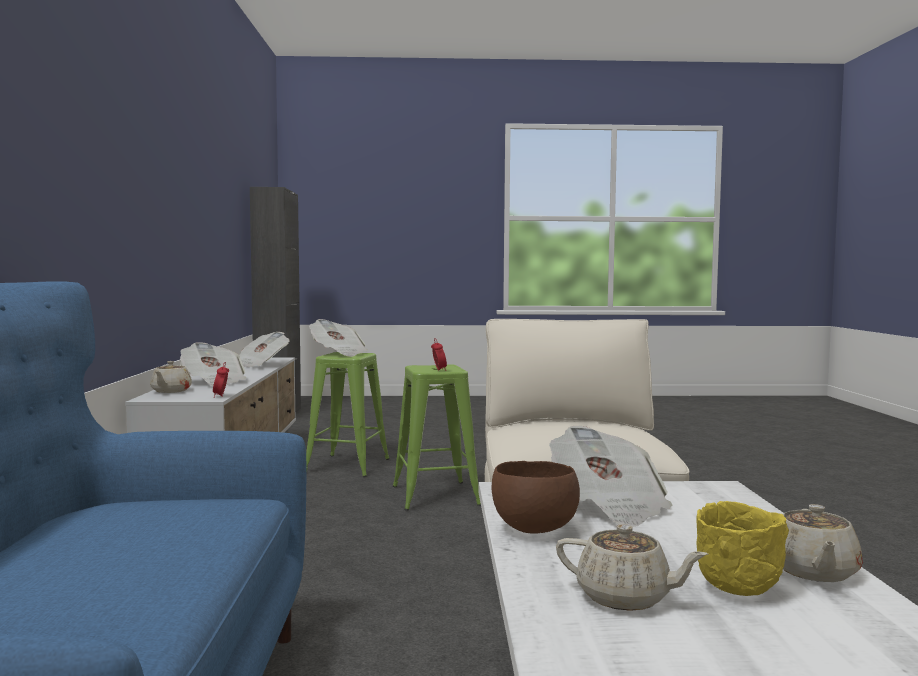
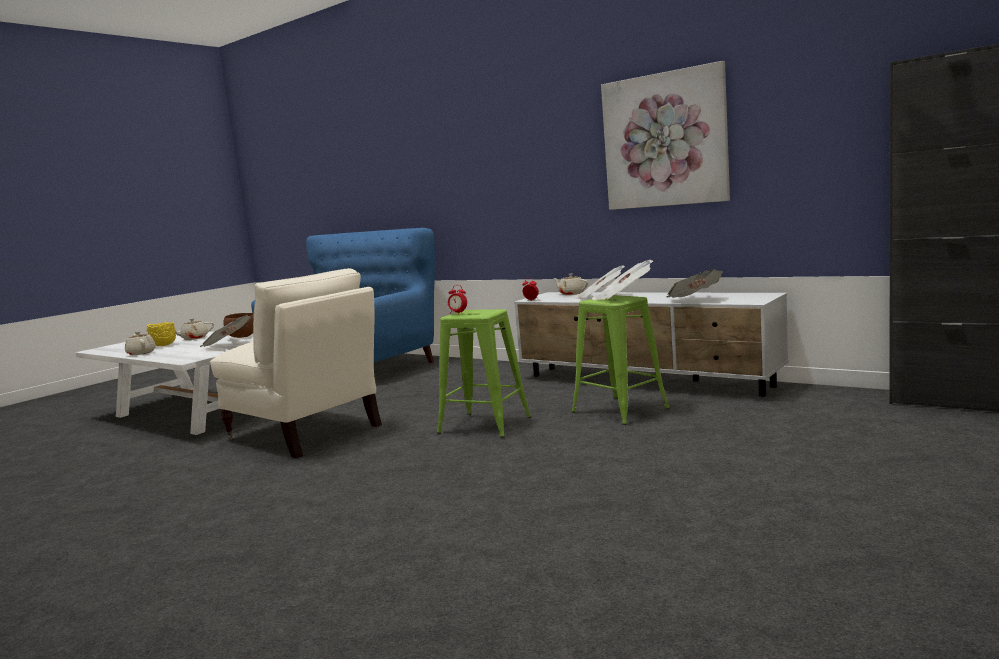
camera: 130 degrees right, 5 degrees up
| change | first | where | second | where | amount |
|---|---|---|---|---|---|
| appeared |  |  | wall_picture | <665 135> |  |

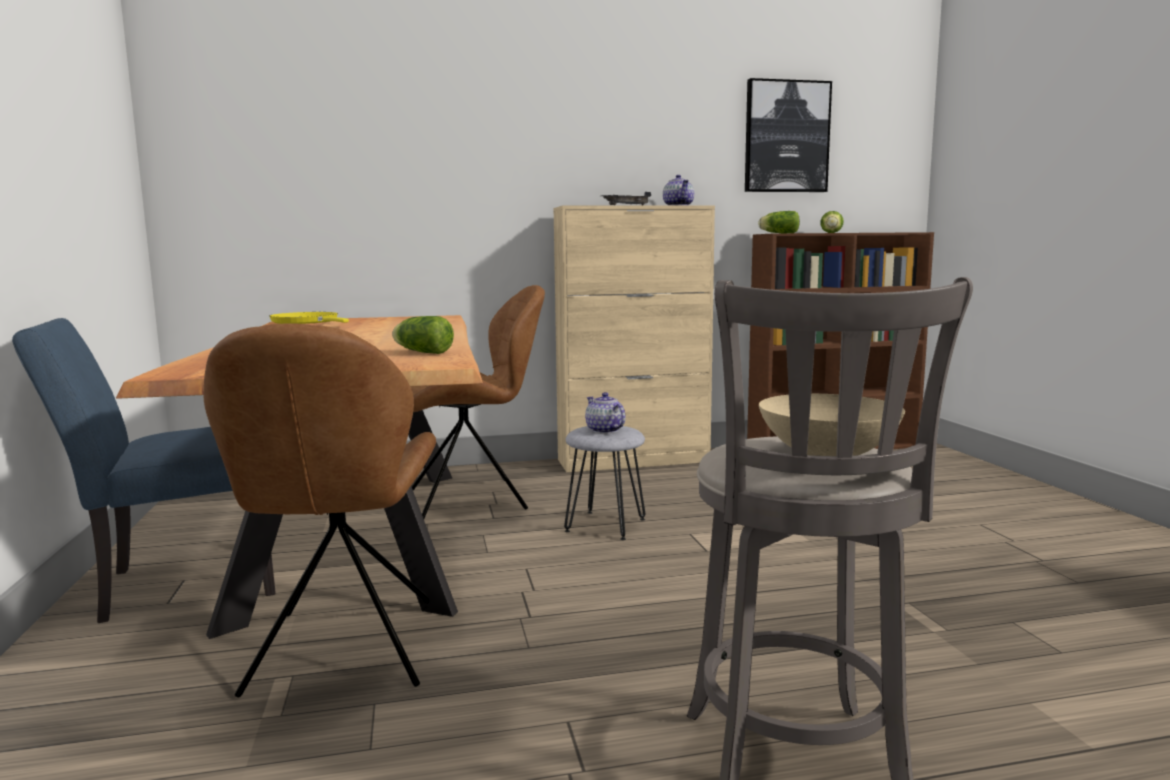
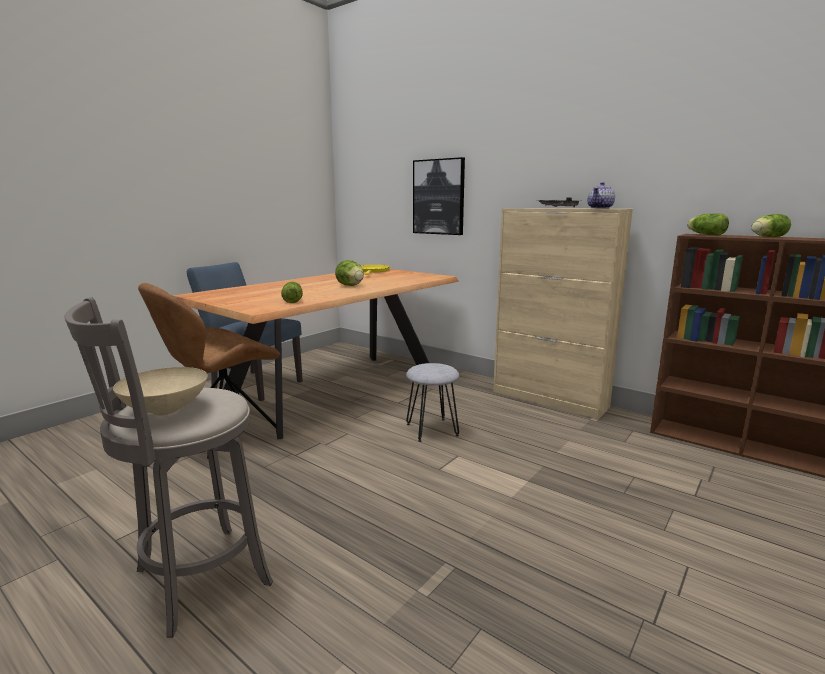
camera: 50 degrees right, 5 degrees up
| change | first | where | second | where | amount |
|---|---|---|---|---|---|
| missing | brown_plain_chair | <478 402> |  |  |  |
| missing | tea_pot | <605 413> |  |  |  |
| relocated | wall_picture | <788 135> |  | <439 196> |  |
| appeared |  |  | head_of_lettuce | <349 273> |  |

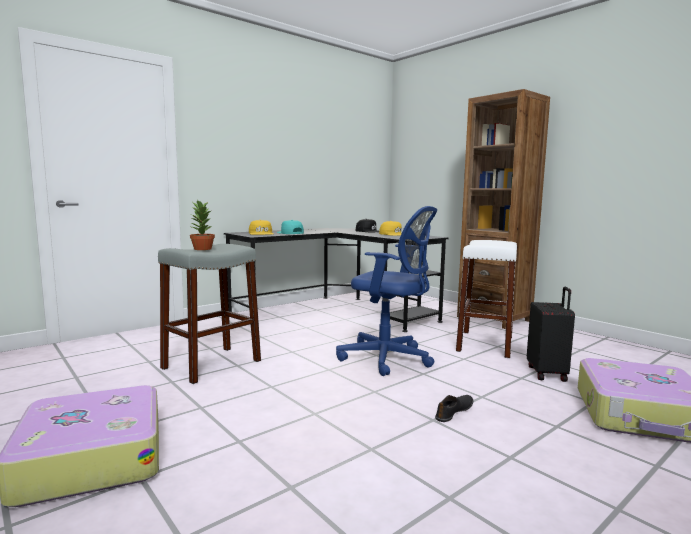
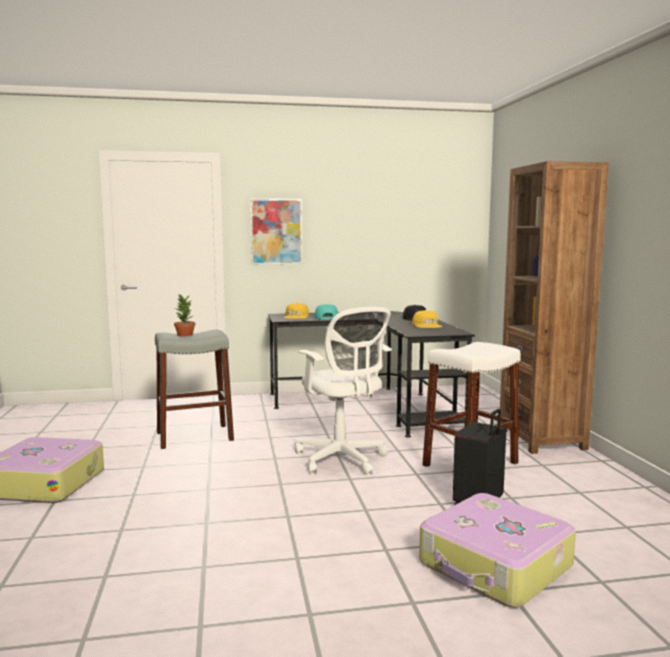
camera: 30 degrees right, 0 degrees up
| change | first | where | second | where | amount |
|---|---|---|---|---|---|
| colour | blue_desk_chair | <386 291> | white-coloured_desk_chair | <343 391> |  |
| missing | black_shoe | <454 408> |  |  |  |
| appeared |  |  | wall_picture | <276 232> |  |

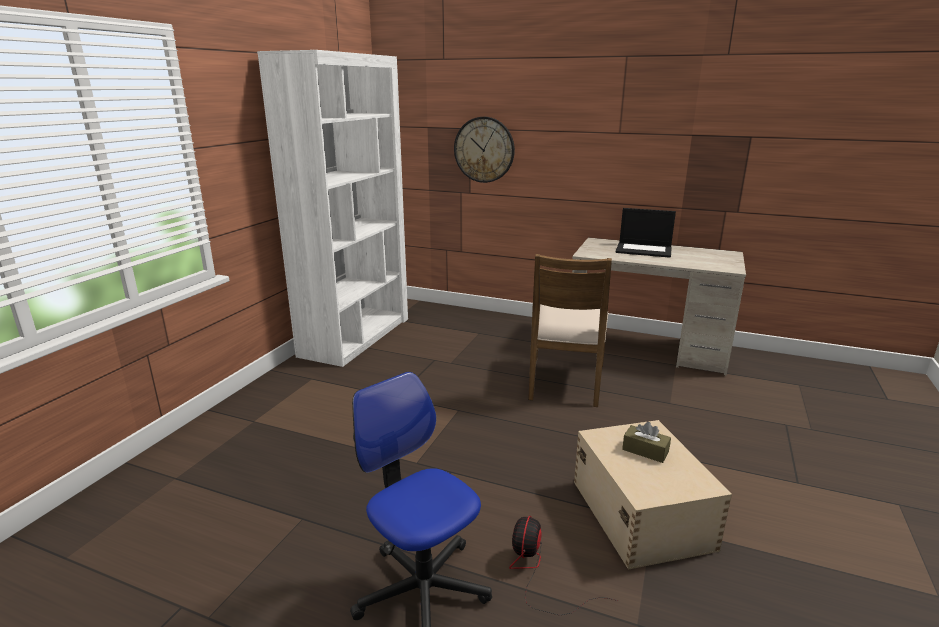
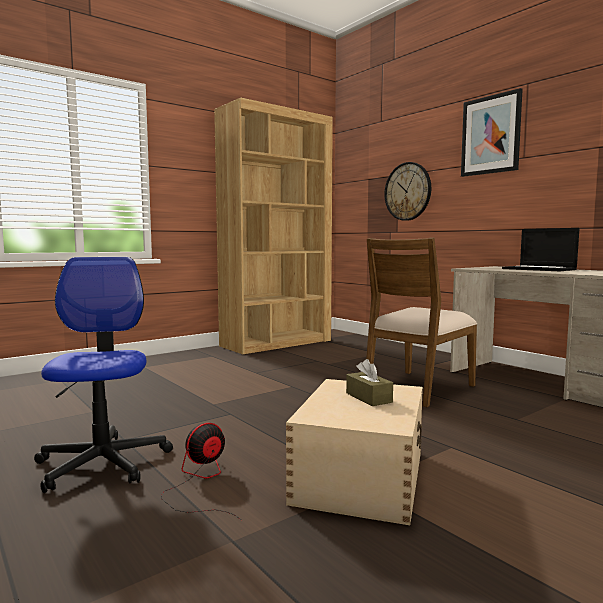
camera: 30 degrees right, 15 degrees down
| change | first | where | second | where | amount |
|---|---|---|---|---|---|
| colour | white-coloured_shelving_unit | <332 208> | brown_shelving_unit | <273 226> |  |
| appeared |  |  | wall_picture | <492 132> |  |

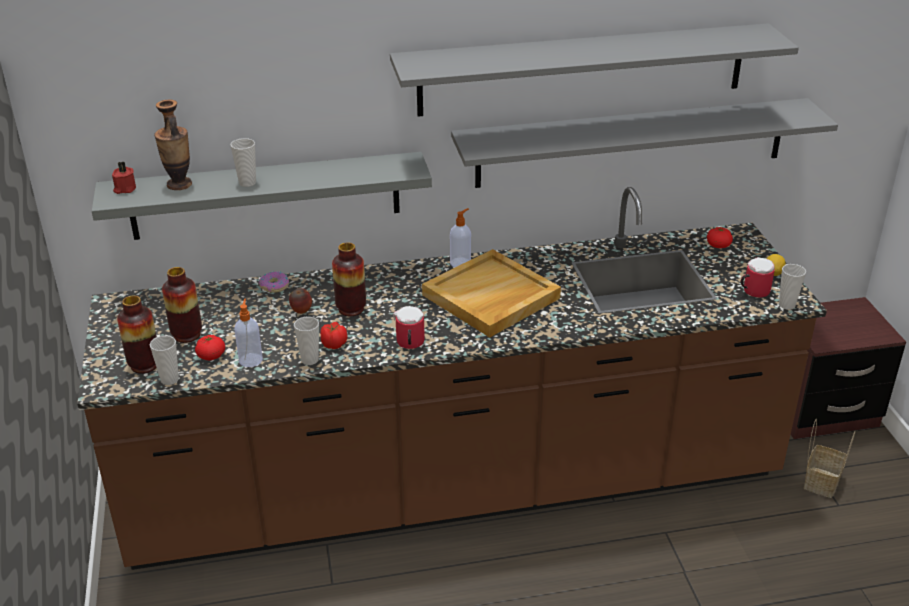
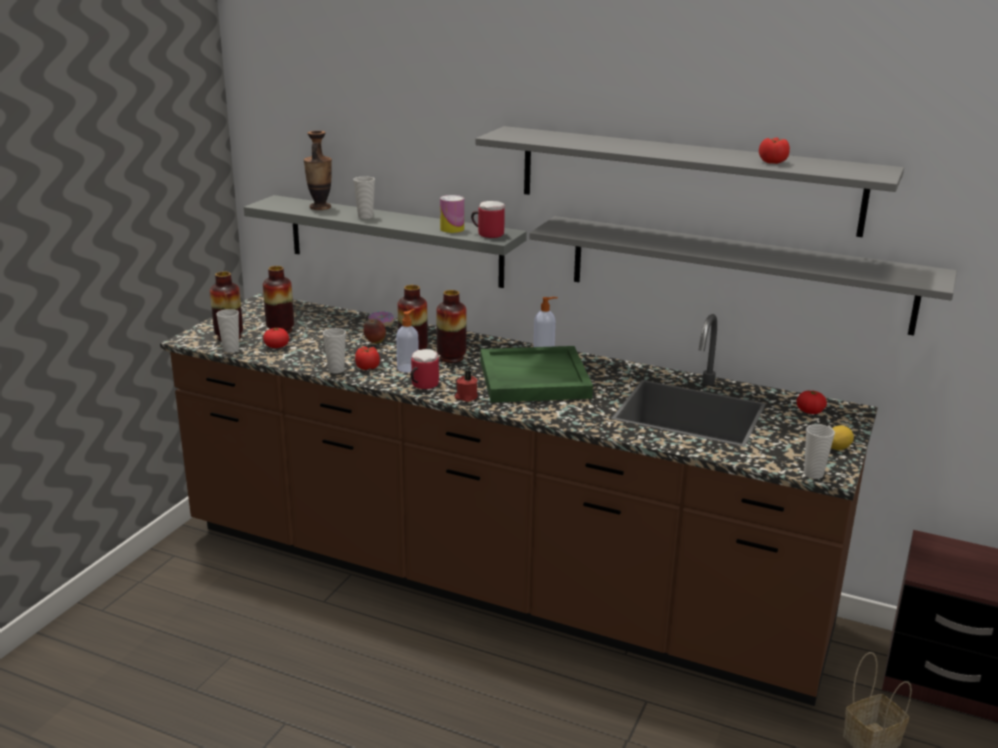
camera: 35 degrees right, 10 degrees down
| change | first | where | second | where | amount |
|---|---|---|---|---|---|
| relocated | red-coloured_wax_candle | <124 177> |  | <466 386> |  |
| relocated | liquid_soap_bottle | <248 332> |  | <407 341> |  |
| colour | sand-coloured_tray | <491 293> | greenish_tray | <536 374> |  |
| relocated | mug | <758 277> |  | <488 219> |  |
| appeared |  |  | flower_vase | <451 326> |  |
| appeared |  |  | metal_can | <452 214> |  |
| appeared |  |  | tomato | <774 150> |  |

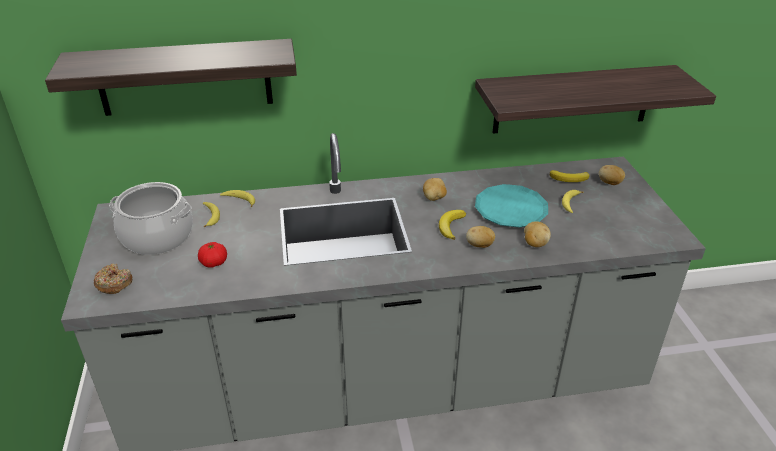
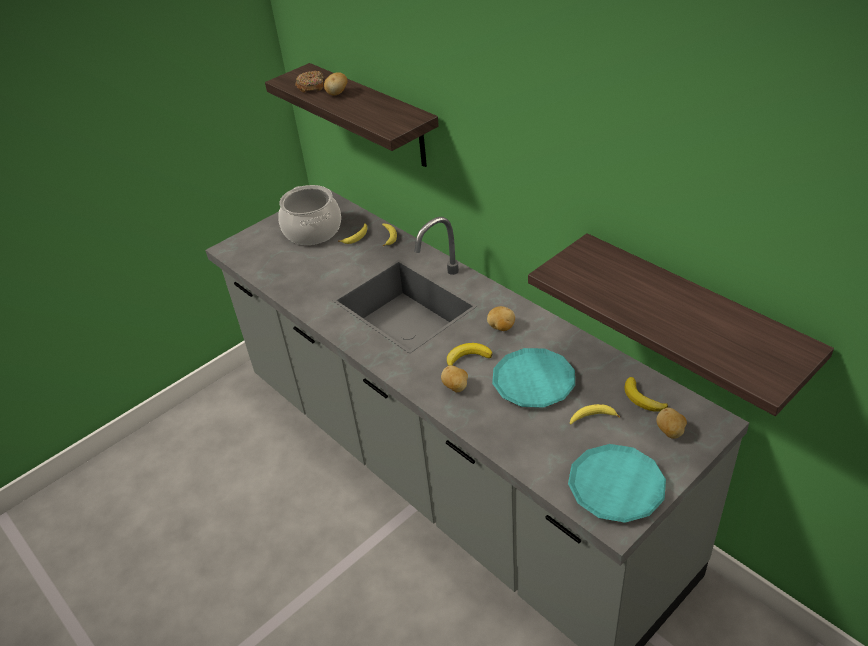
camera: 60 degrees right, 5 degrees up
| change | first | where | second | where | amount |
|---|---|---|---|---|---|
| relocated | donut | <113 278> |  | <310 81> |  |
| missing | tomato | <212 255> |  |  |  |
| relocated | potato | <537 234> |  | <335 83> |  |
| appeared |  |  | blue-green_plate | <617 483> |  |

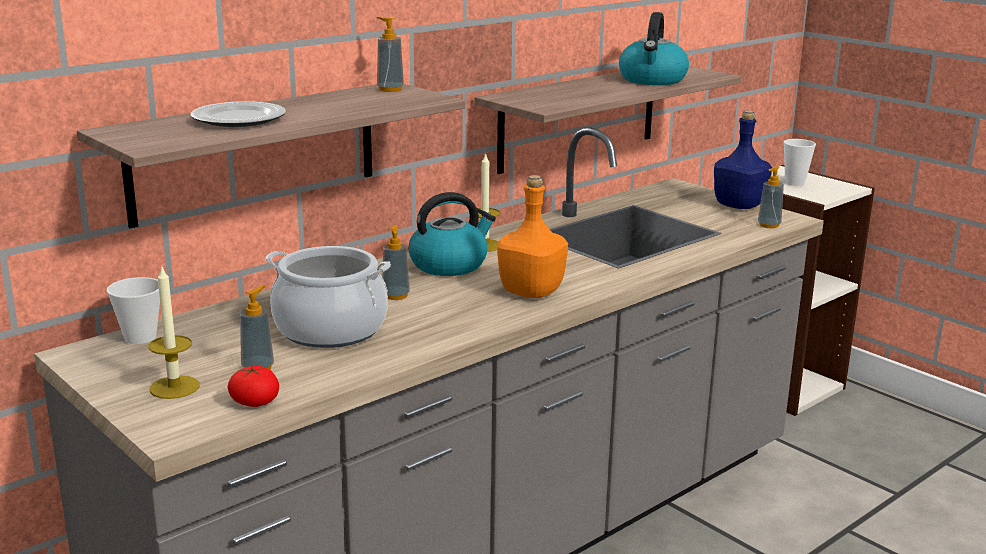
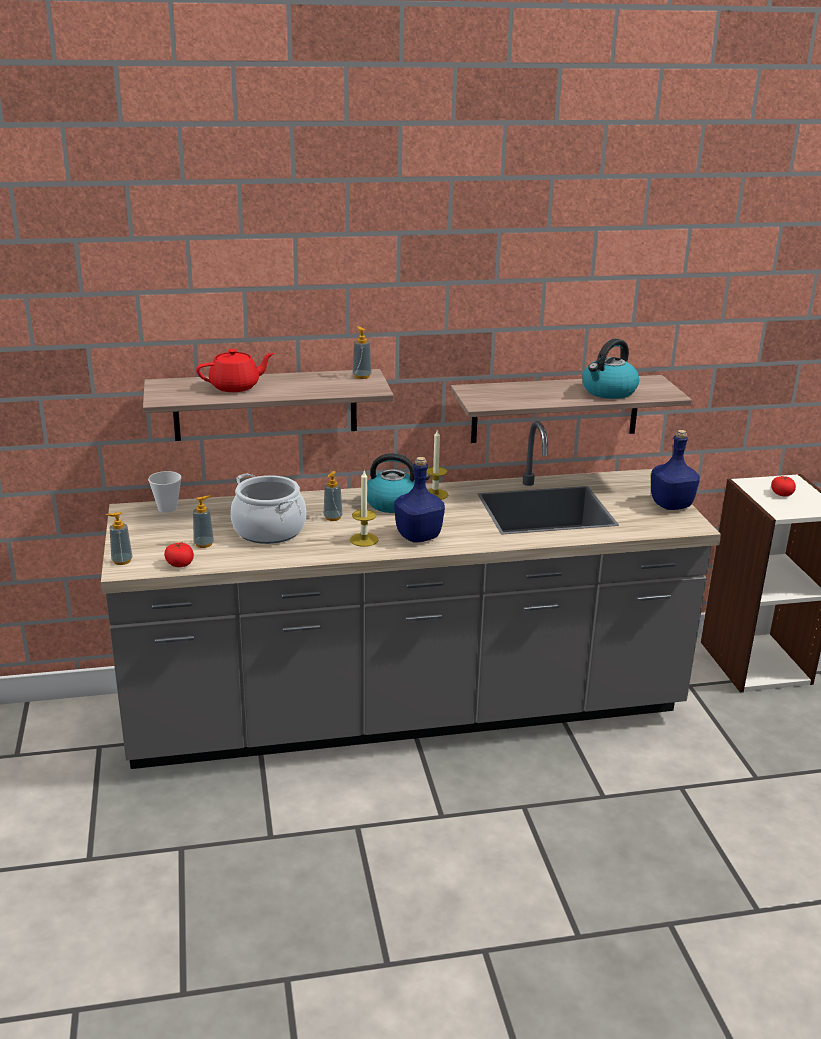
camera: 30 degrees right, 5 degrees up
| change | first | where | second | where | amount |
|---|---|---|---|---|---|
| relocated | wax_candle | <173 333> |  | <364 509> |  |
| exchanged | plate | <238 114> | red-coloured_tea_pot | <235 370> |  |
| colour | orangey_drink_bottle | <532 236> | blue_drink_bottle | <419 500> |  |
| relocated | liquid_soap_bottle | <771 197> |  | <119 538> |  |
| exchanged | cup | <800 162> | tomato | <783 486> |  |

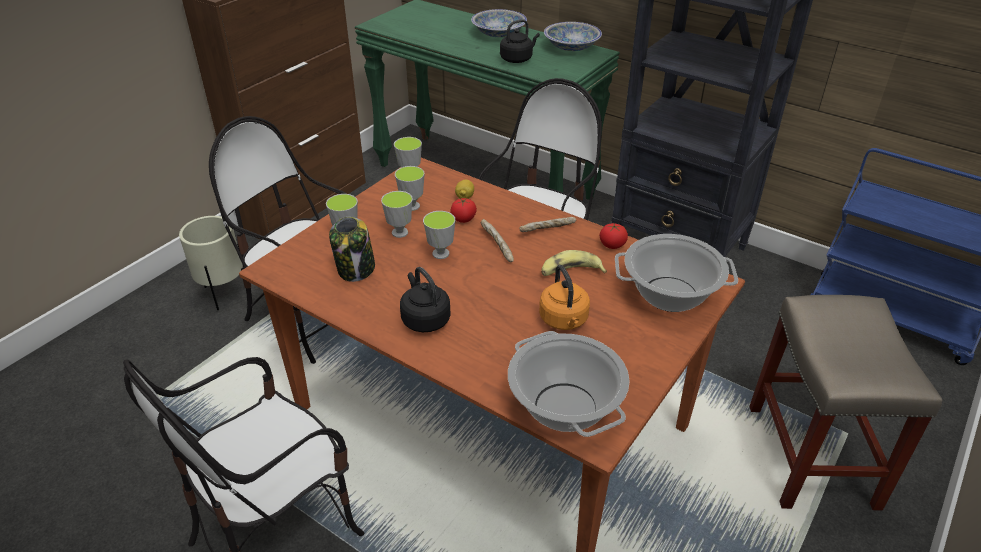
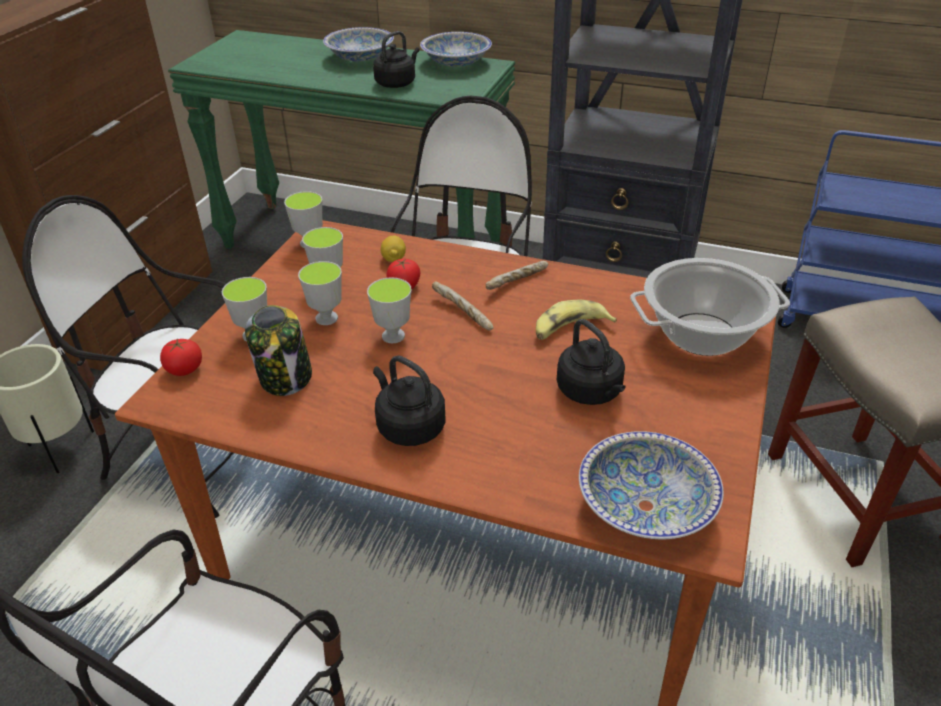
camera: 15 degrees left, 0 degrees up
| change | first | where | second | where | amount |
|---|---|---|---|---|---|
| exchanged | stockpot | <569 384> | deep_dish | <651 485> |  |
| colour | orangey_water_kettle | <564 297> | black_water_kettle | <591 362> |  |
| relocated | tomato | <613 236> |  | <181 357> |  |

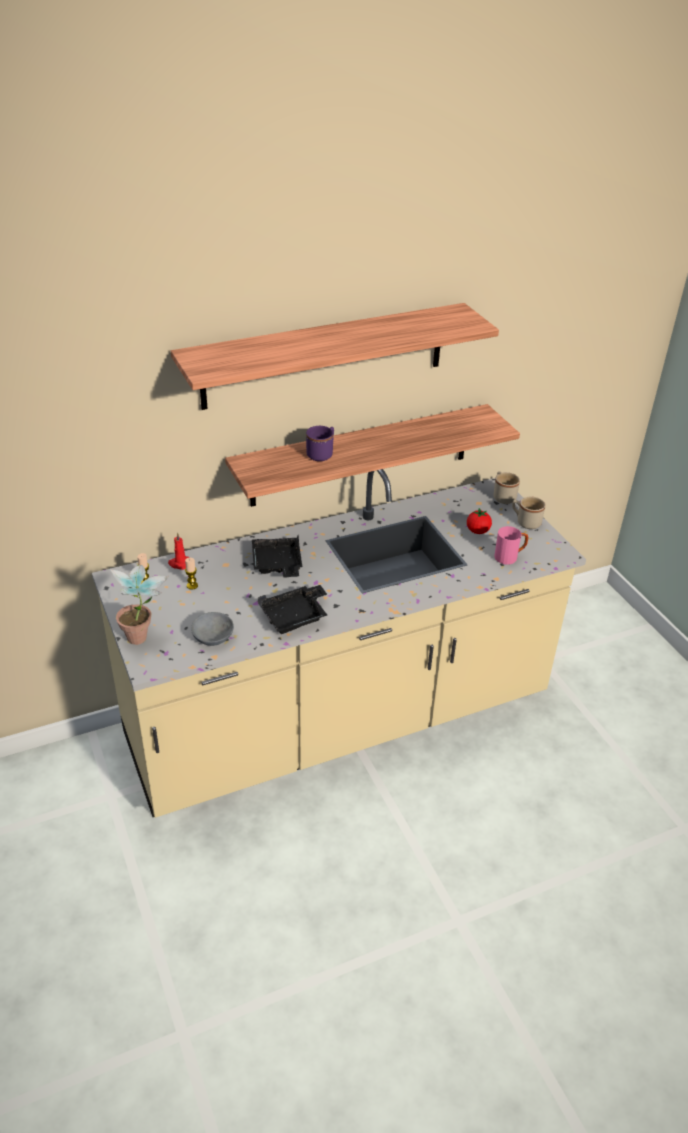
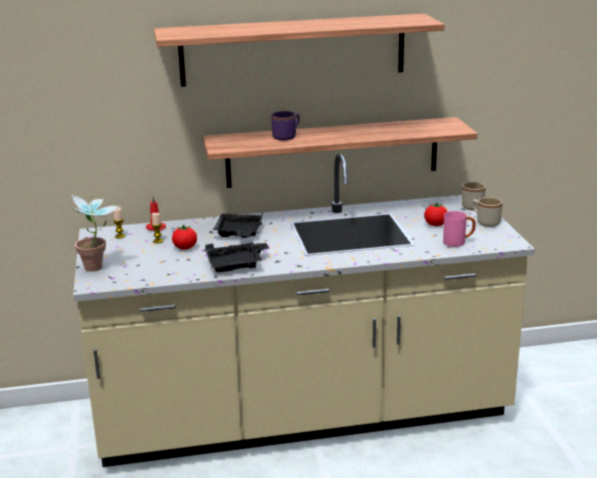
camera: 15 degrees right, 15 degrees down
| change | first | where | second | where | amount |
|---|---|---|---|---|---|
| missing | gray_deep_dish | <212 629> |  |  |  |
| appeared |  |  | tomato | <184 237> |  |

